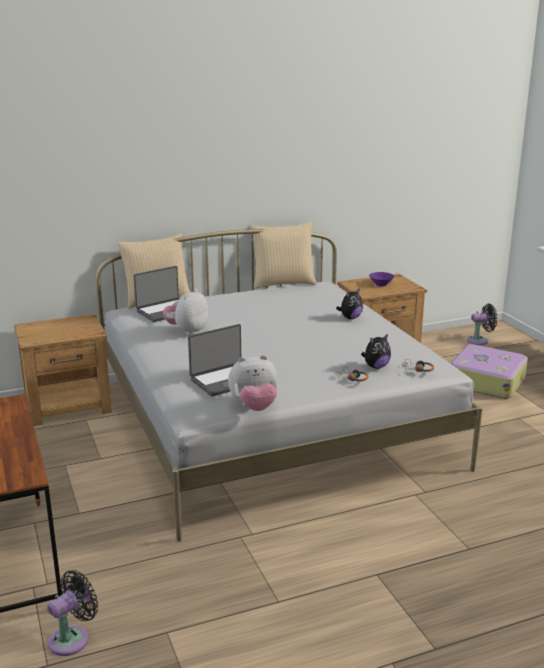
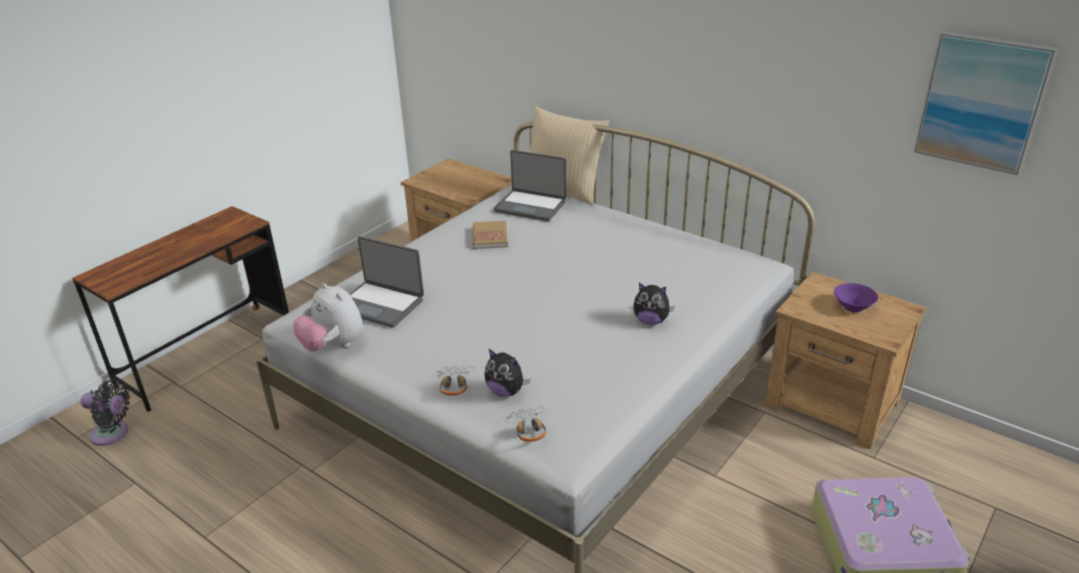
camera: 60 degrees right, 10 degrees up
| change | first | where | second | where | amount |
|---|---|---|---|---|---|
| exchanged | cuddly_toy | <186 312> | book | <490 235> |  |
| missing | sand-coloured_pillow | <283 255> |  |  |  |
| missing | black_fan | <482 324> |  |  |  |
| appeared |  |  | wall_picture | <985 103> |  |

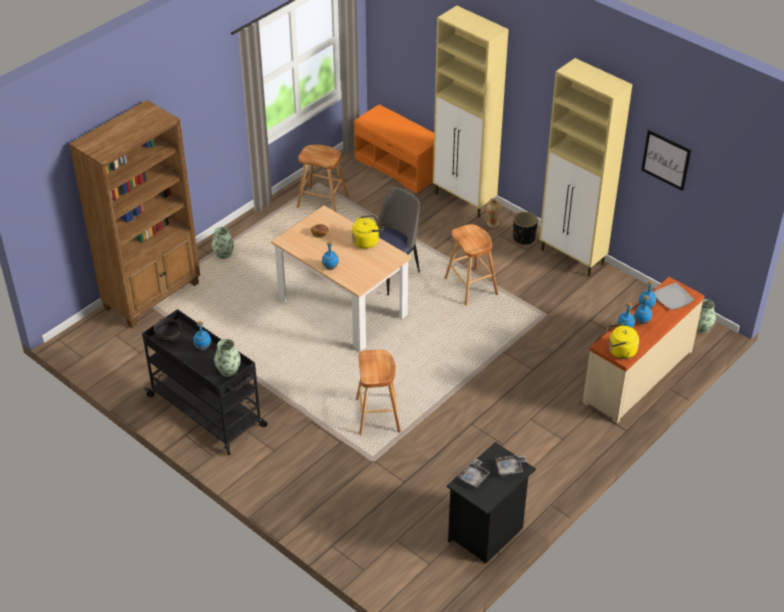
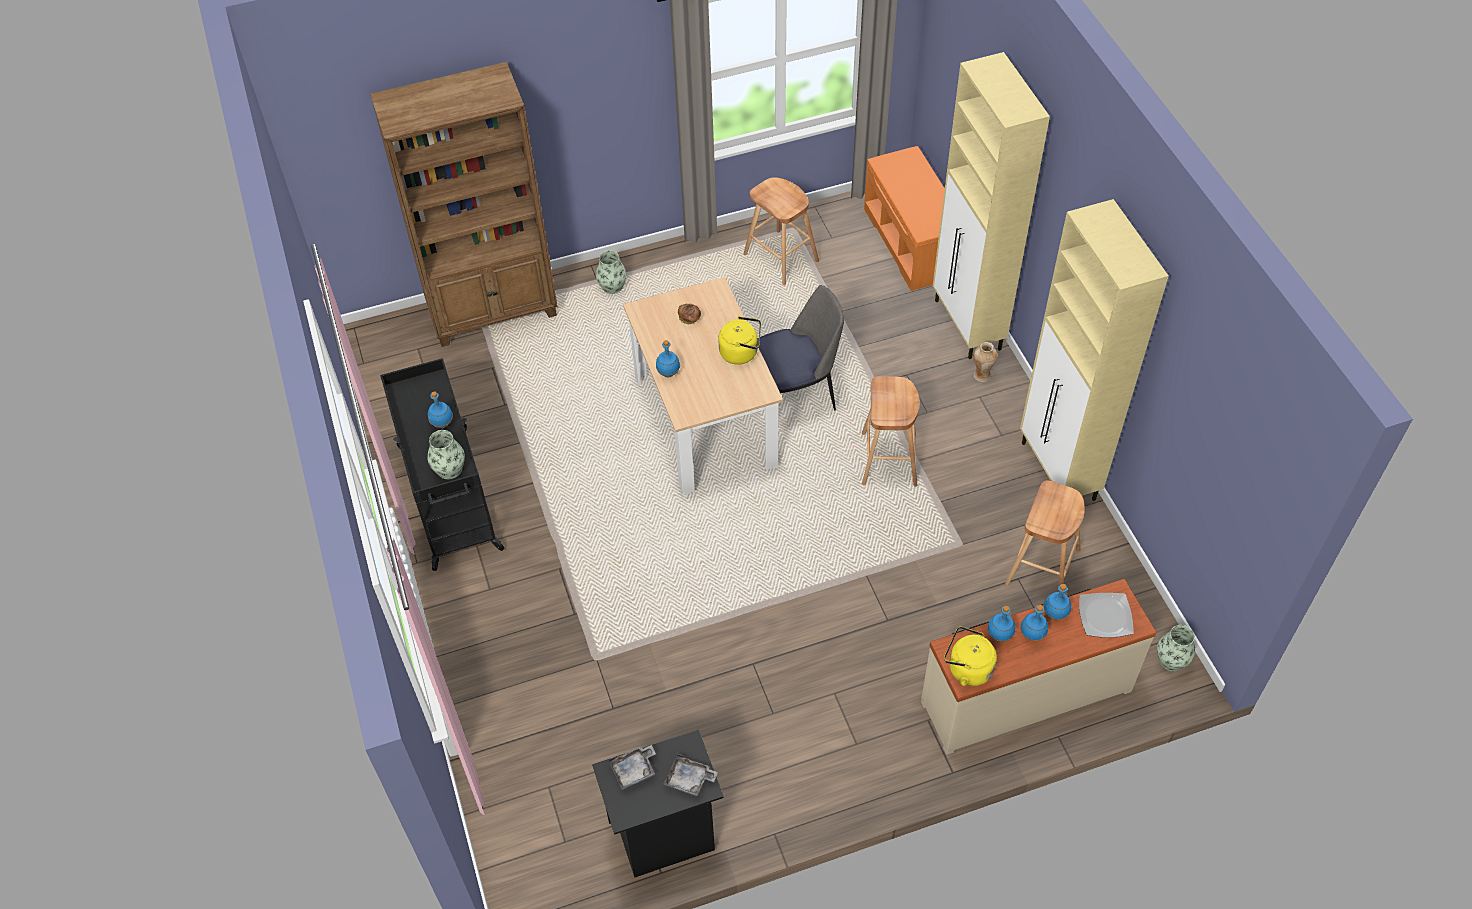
camera: 30 degrees right, 10 degrees up
| change | first | where | second | where | amount |
|---|---|---|---|---|---|
| missing | black_deep_dish | <167 330> |  |  |  |
| relocated | brown_stool_seat | <378 392> |  | <1045 536> |  |
| missing | black_planter | <525 228> |  |  |  |
| missing | wall_picture | <666 160> |  |  |  |

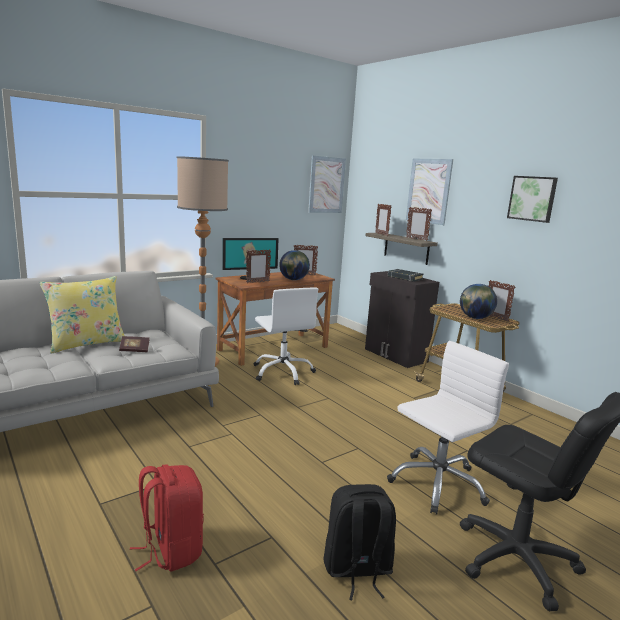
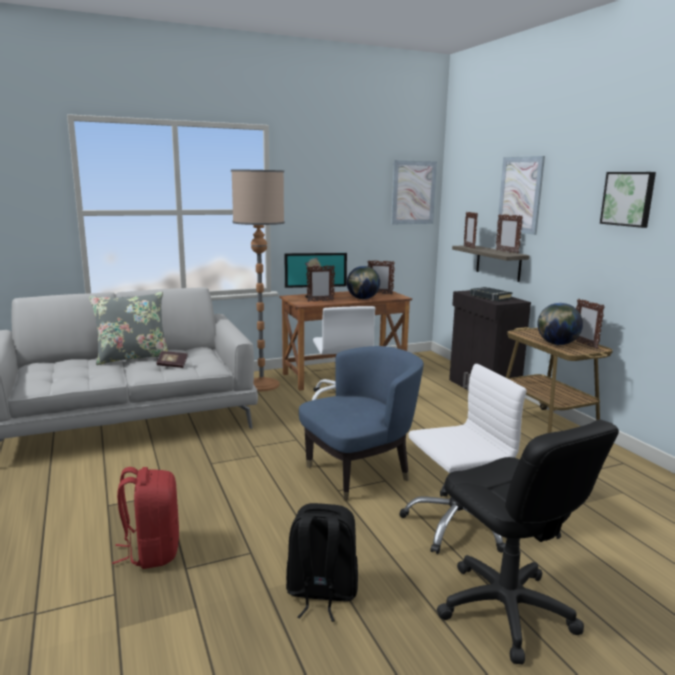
camera: 15 degrees right, 0 degrees up
| change | first | where | second | where | amount |
|---|---|---|---|---|---|
| colour | yellowish_pillow | <82 314> | gray_pillow | <128 328> |  |
| appeared |  |  | blue_armchair | <361 423> |  |

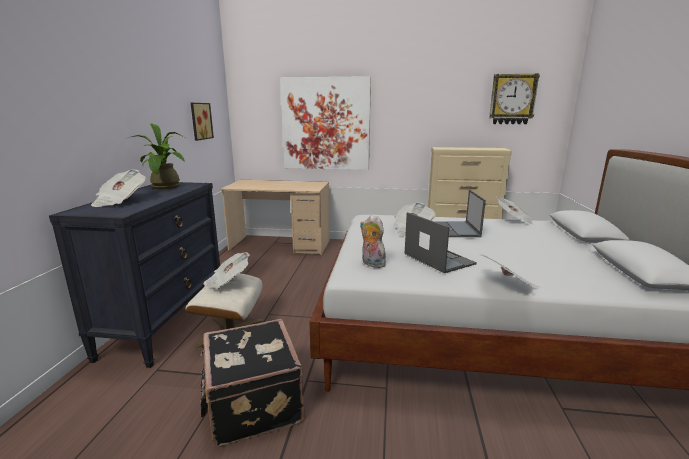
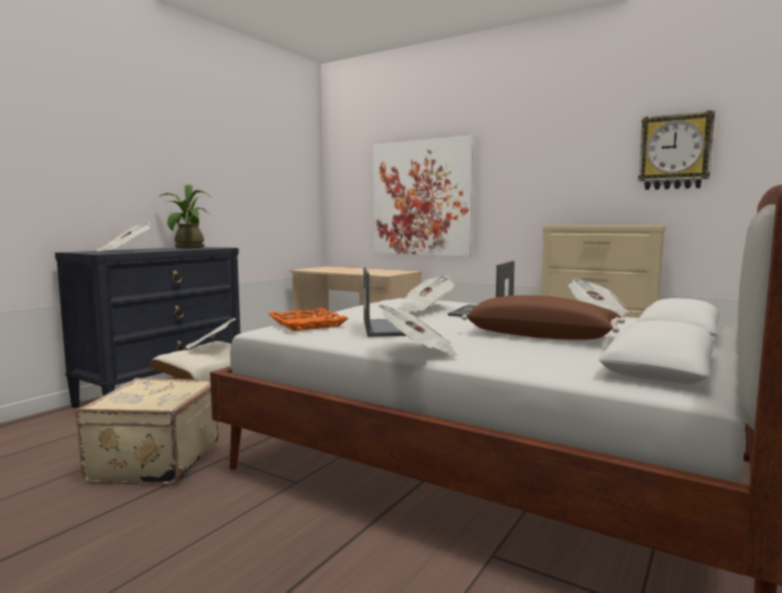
camera: 25 degrees right, 10 degrees down
| change | first | where | second | where | amount |
|---|---|---|---|---|---|
| missing | wall_picture | <202 122> |  |  |  |
| colour | black_travel_case | <252 382> | sand-coloured_travel_case | <147 431> |  |
| exchanged | cuddly_toy | <374 241> | orangey_tray | <308 319> |  |
| appeared |  |  | brown_pillow | <543 317> |  |

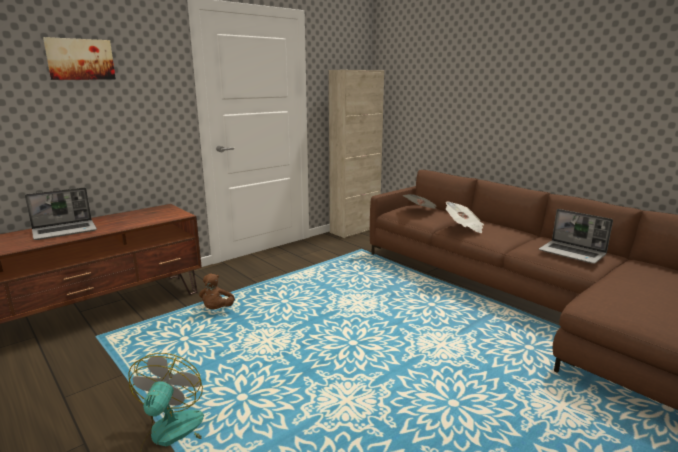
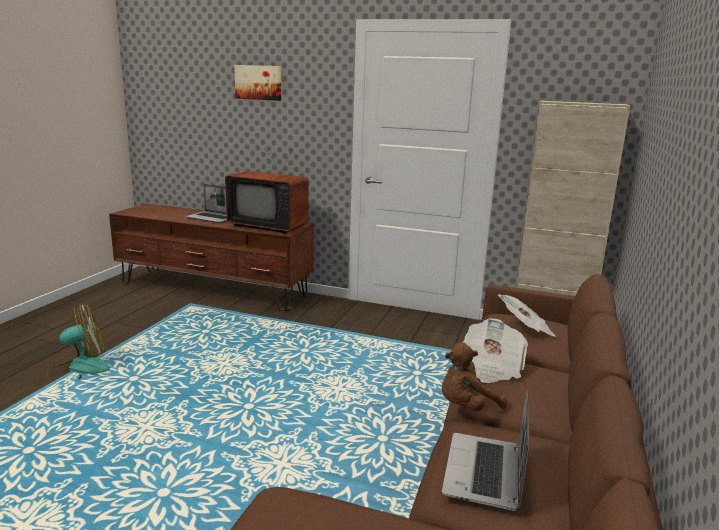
camera: 60 degrees right, 0 degrees up
| change | first | where | second | where | amount |
|---|---|---|---|---|---|
| relocated | brown_cuddly_toy | <217 291> |  | <474 376> |  |
| appeared |  |  | TV | <266 191> |  |

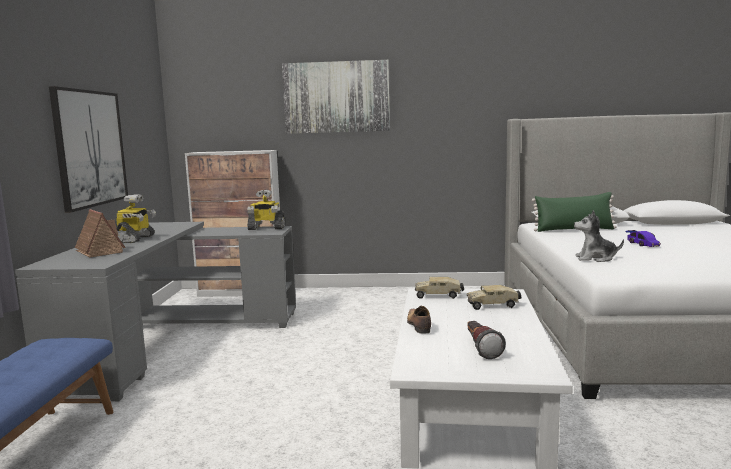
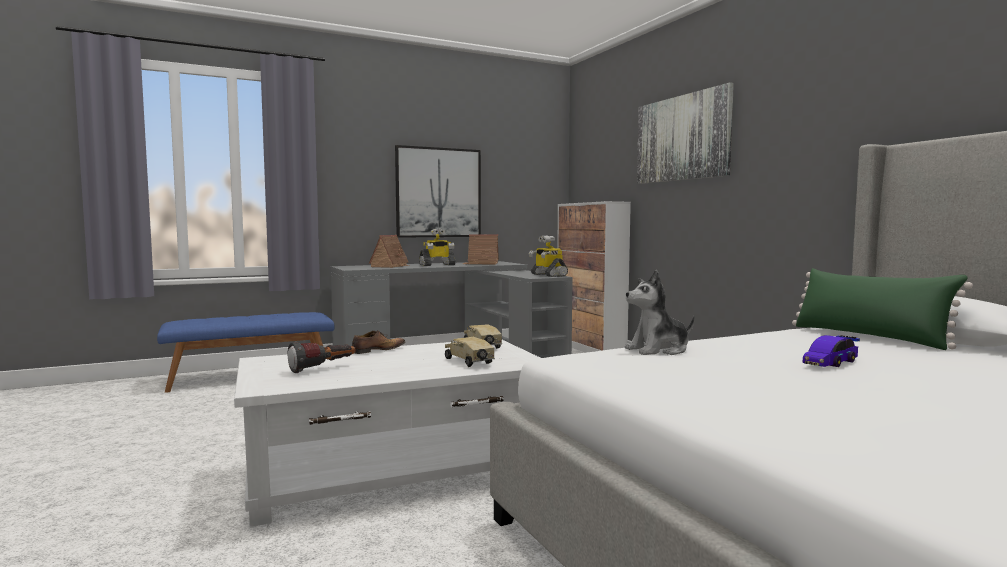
camera: 60 degrees right, 5 degrees down
| change | first | where | second | where | amount |
|---|---|---|---|---|---|
| spun | cuddly_toy | <599 236> |  | <660 312> | 90 degrees counterclockwise |
| appeared |  |  | toy_house | <481 249> |  |

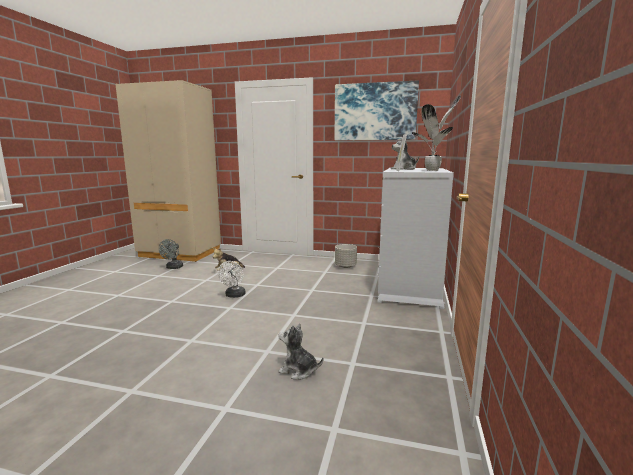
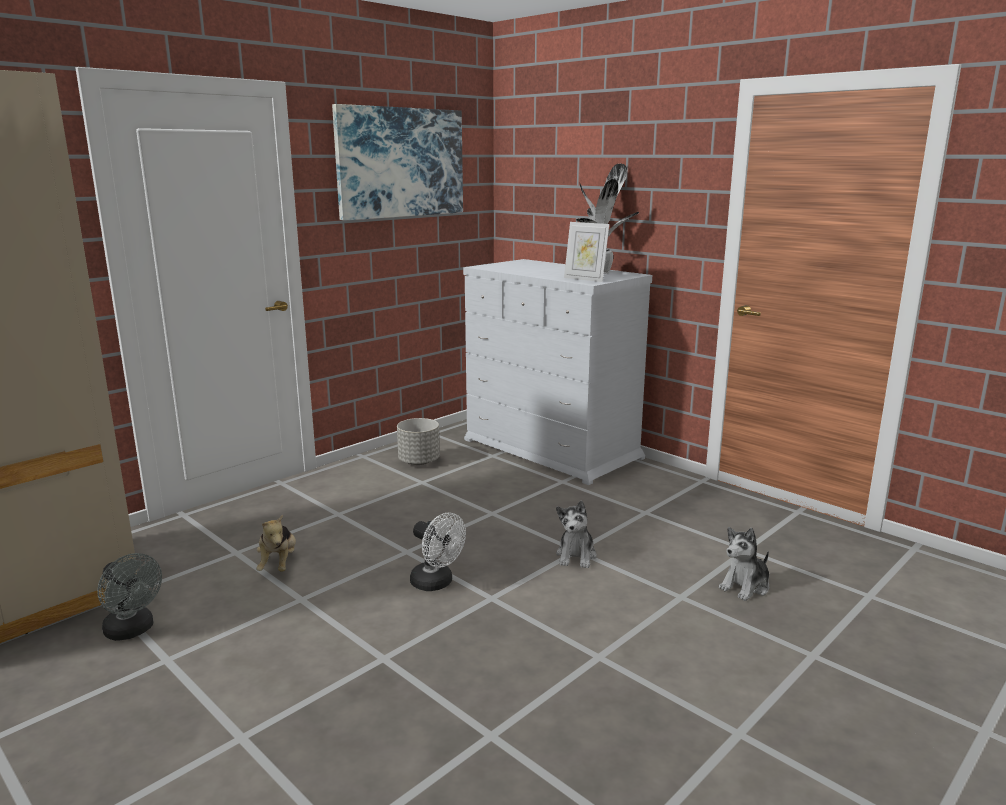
camera: 60 degrees left, 5 degrees up
| change | first | where | second | where | amount |
|---|---|---|---|---|---|
| relocated | cuddly_toy | <405 155> |  | <576 534> |  |

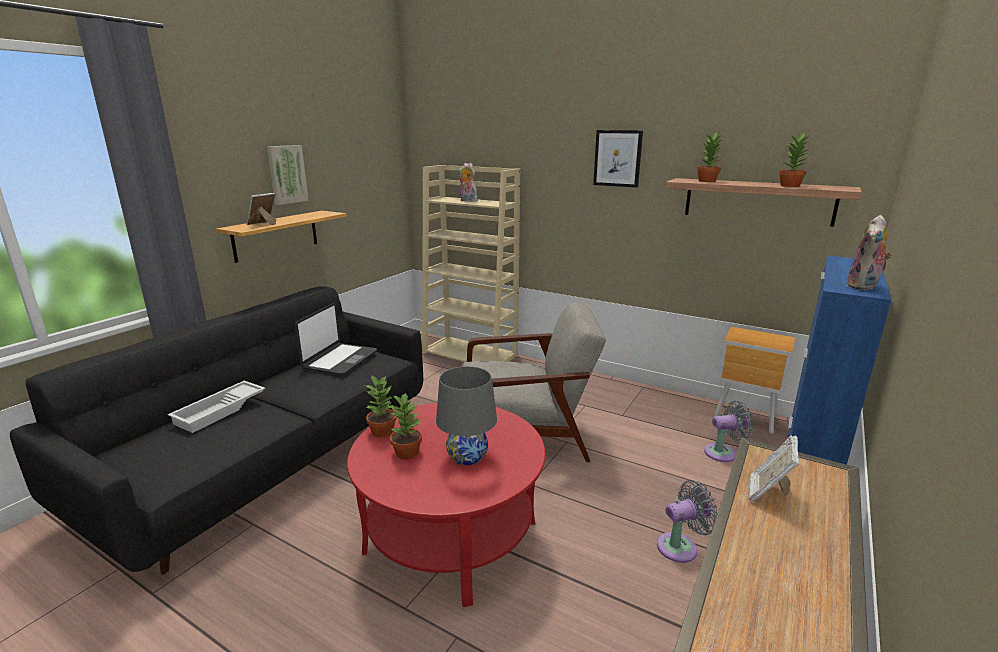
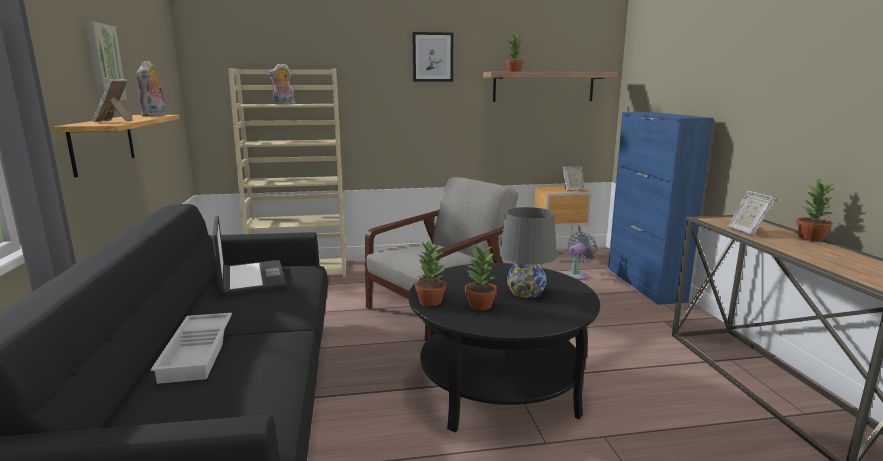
camera: 40 degrees left, 5 degrees down
| change | first | where | second | where | amount |
|---|---|---|---|---|---|
| colour | red-coloured_lounge_table | <446 505> | black_lounge_table | <504 347> |  |
| missing | gray_fan | <687 521> |  |  |  |
| relocated | plant_in_a_pot | <794 160> |  | <816 209> |  |
| relocated | cuddly_toy | <869 252> |  | <151 89> |  |
| appeared |  |  | standing_frame | <574 179> |  |

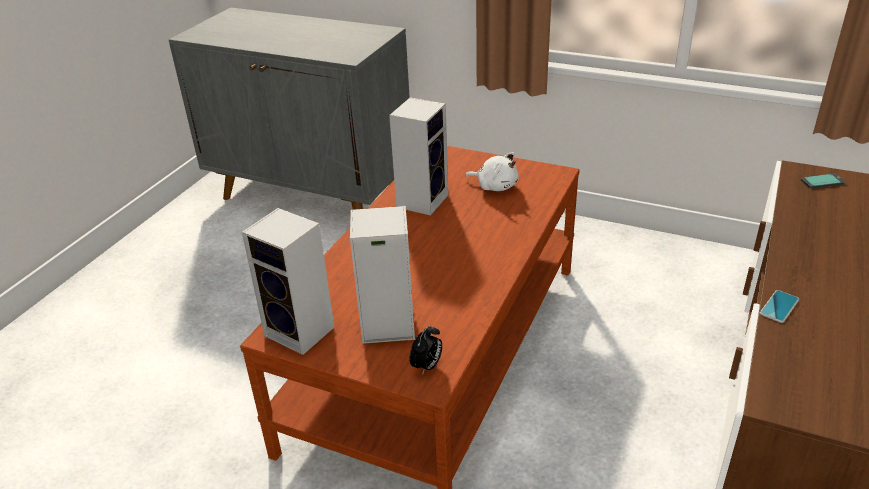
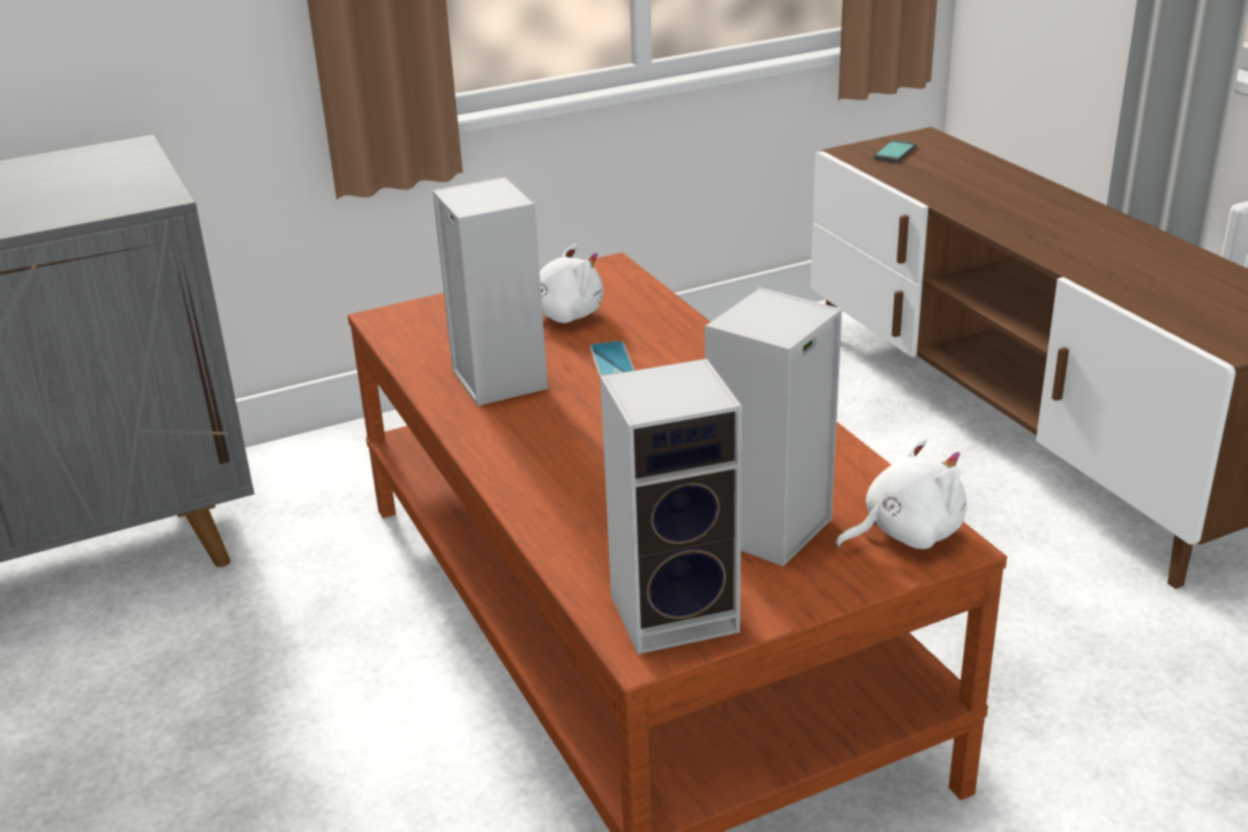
camera: 50 degrees left, 5 degrees down
| change | first | where | second | where | amount |
|---|---|---|---|---|---|
| exchanged | alarm_clock | <426 350> | white-coloured_cuddly_toy | <901 493> |  |
| relocated | handset | <779 306> |  | <612 358> |  |

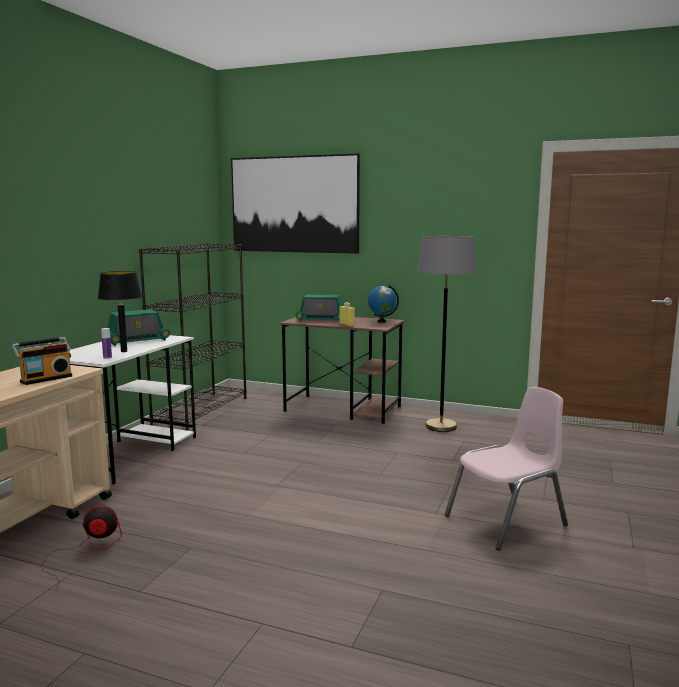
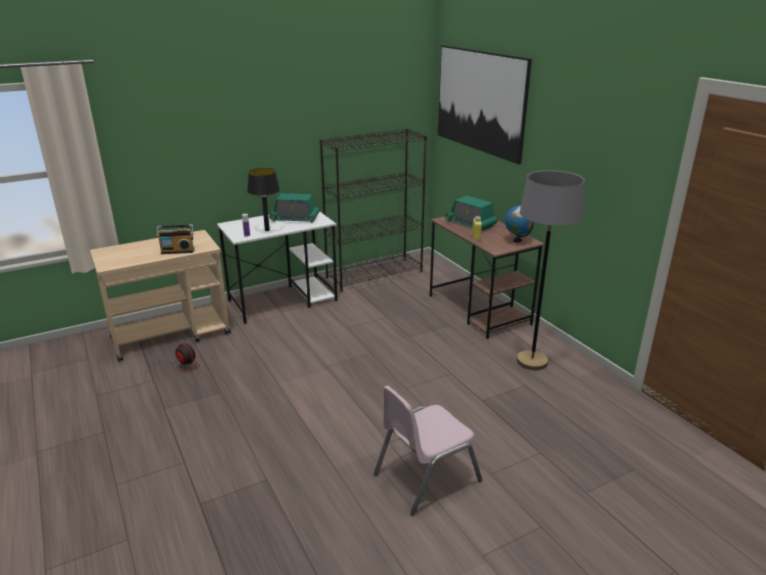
camera: 40 degrees right, 15 degrees up
| change | first | where | second | where | amount |
|---|---|---|---|---|---|
| spun | pink_plain_chair | <506 469> |  | <428 450> | 135 degrees clockwise |

